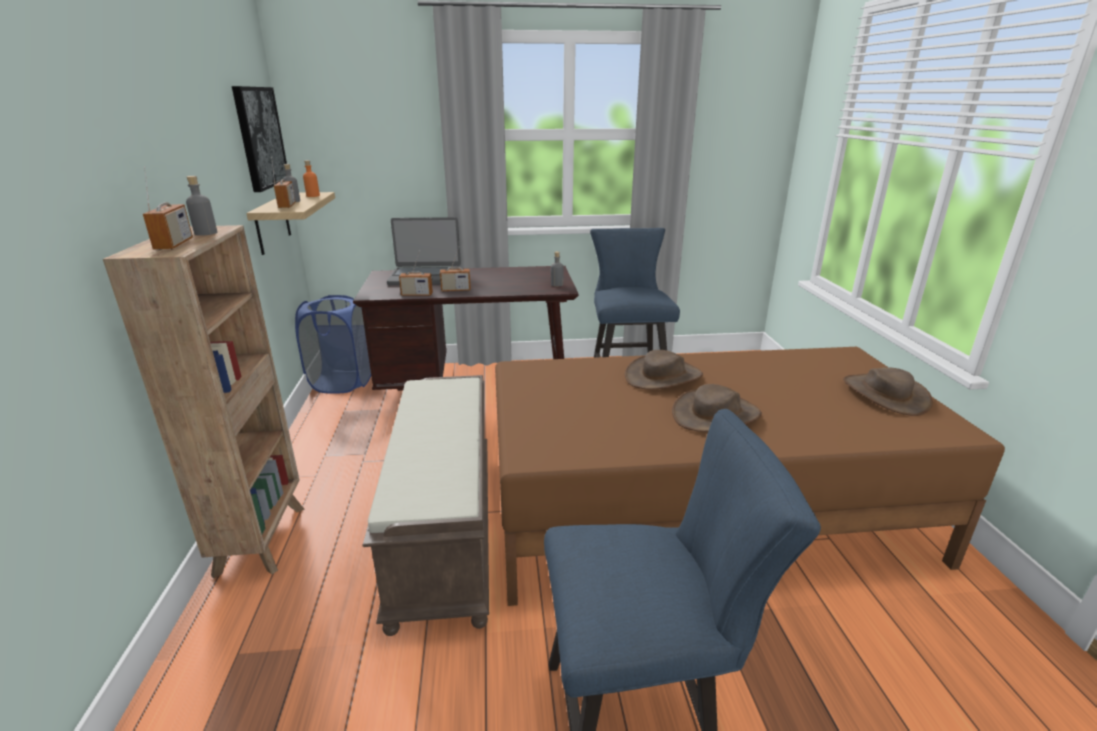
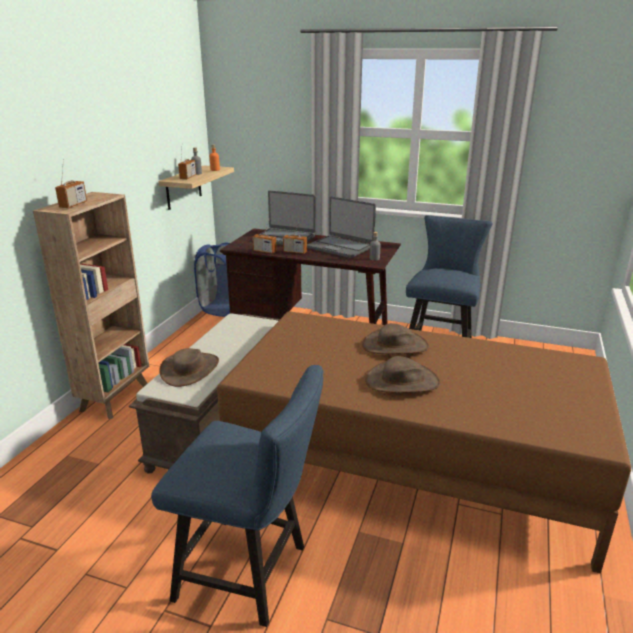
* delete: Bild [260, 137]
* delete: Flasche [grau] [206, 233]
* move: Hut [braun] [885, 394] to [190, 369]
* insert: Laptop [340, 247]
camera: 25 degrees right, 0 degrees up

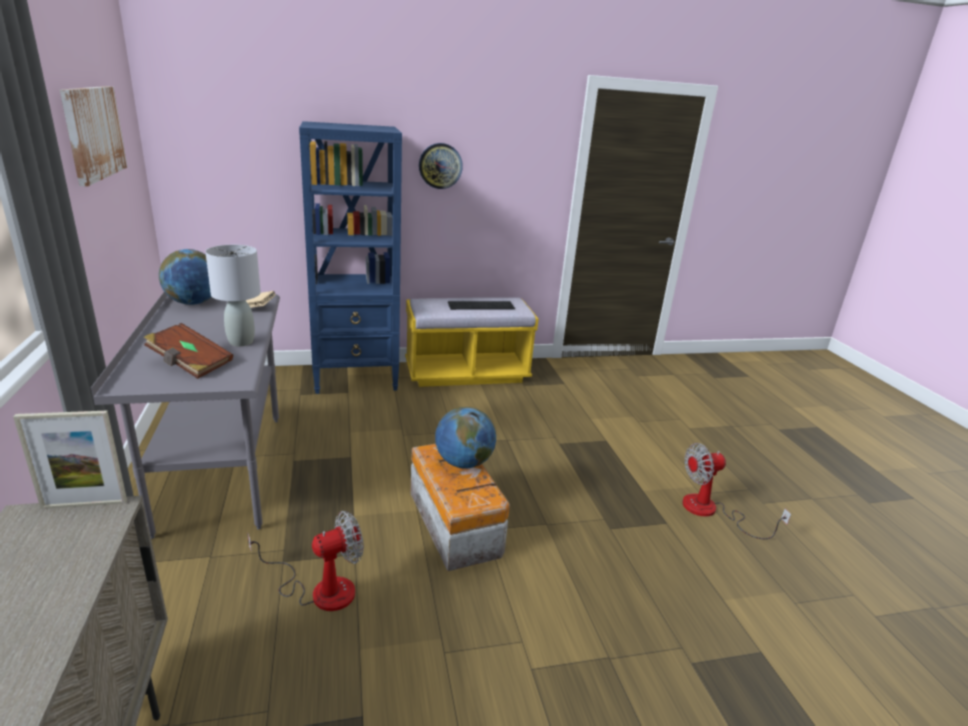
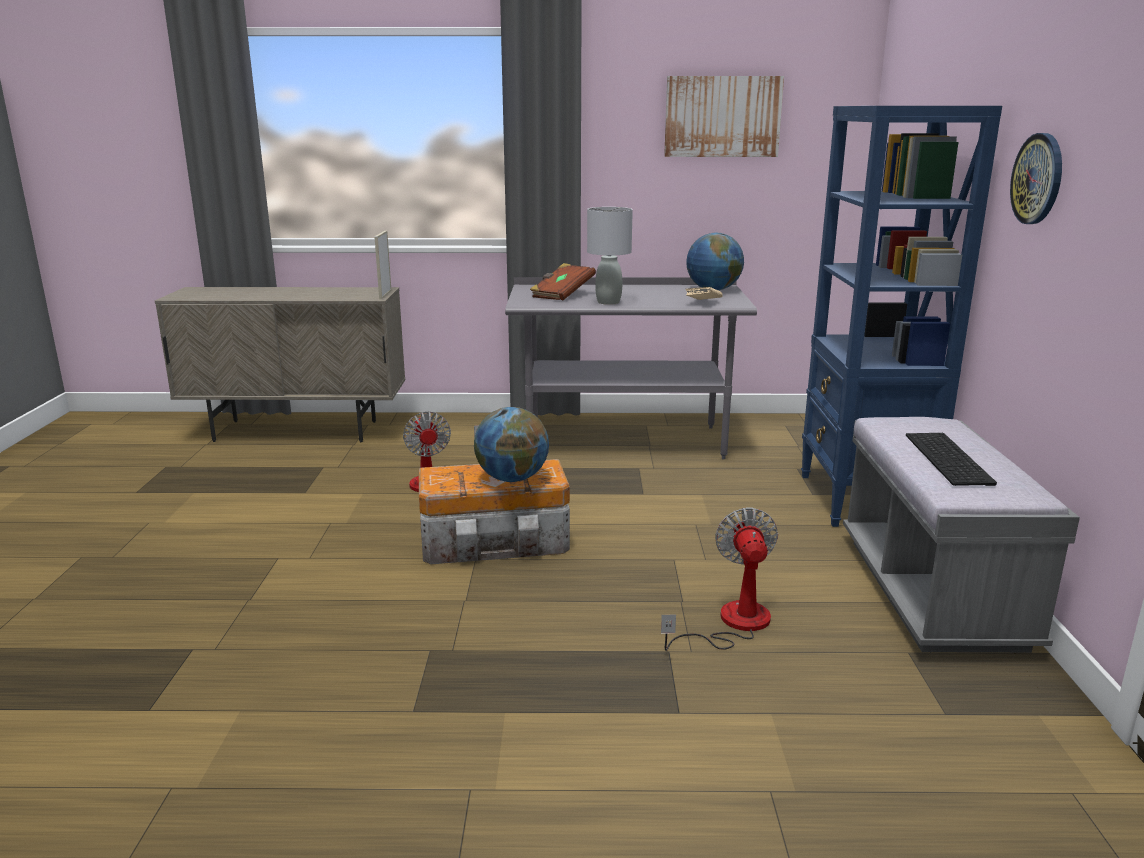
* recolor: Bank [gelb] [466, 373] to Bank [grau] [931, 592]
* move: Ventilator [711, 511] to [732, 624]
camera: 105 degrees right, 5 degrees down

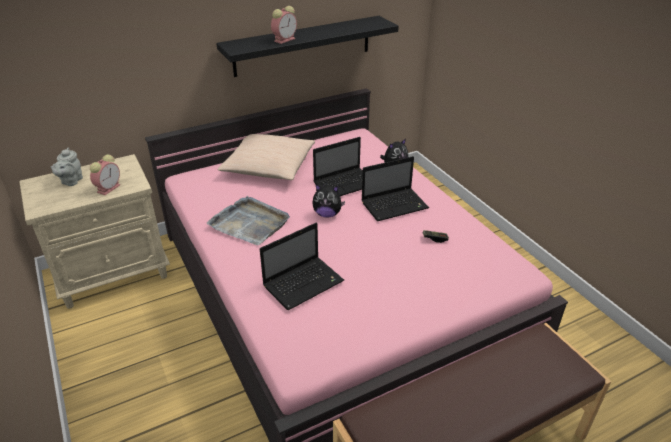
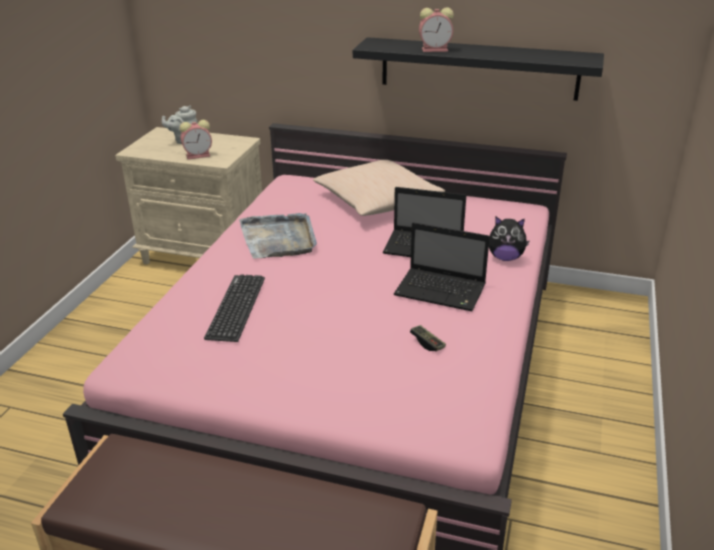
* delete: Plüschtier [327, 214]
* replace: Laptop [304, 283] to Tastatur [236, 308]
camera: 45 degrees right, 5 degrees down

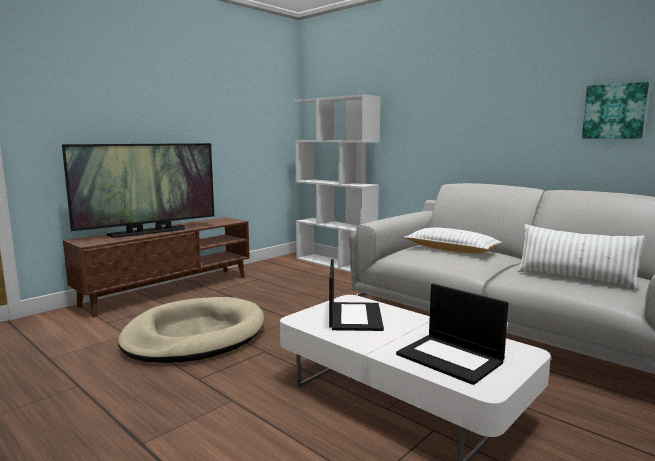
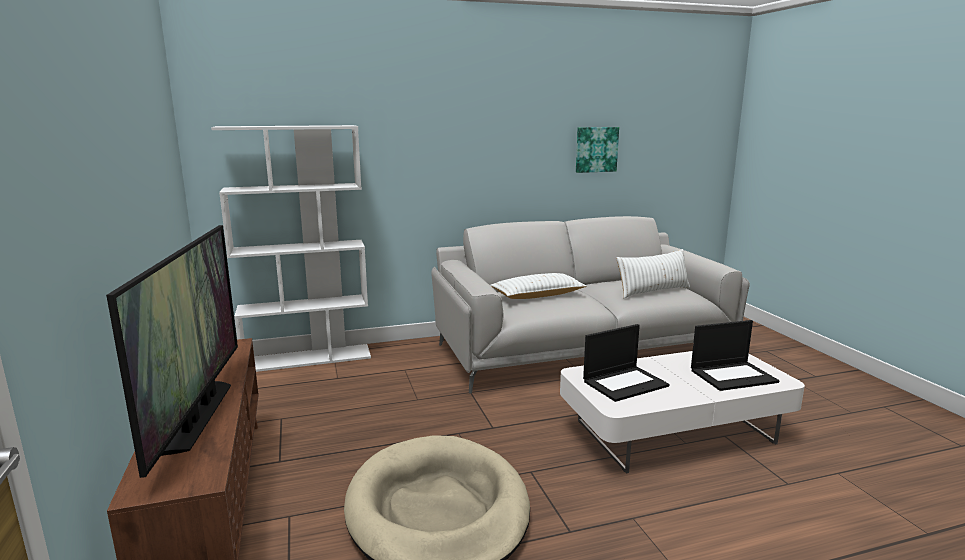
* rotate: Laptop [354, 316] = [625, 383] 120 degrees clockwise
camera: 60 degrees left, 5 degrees up

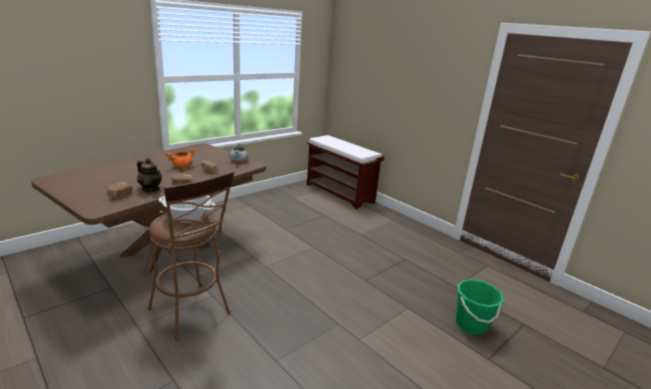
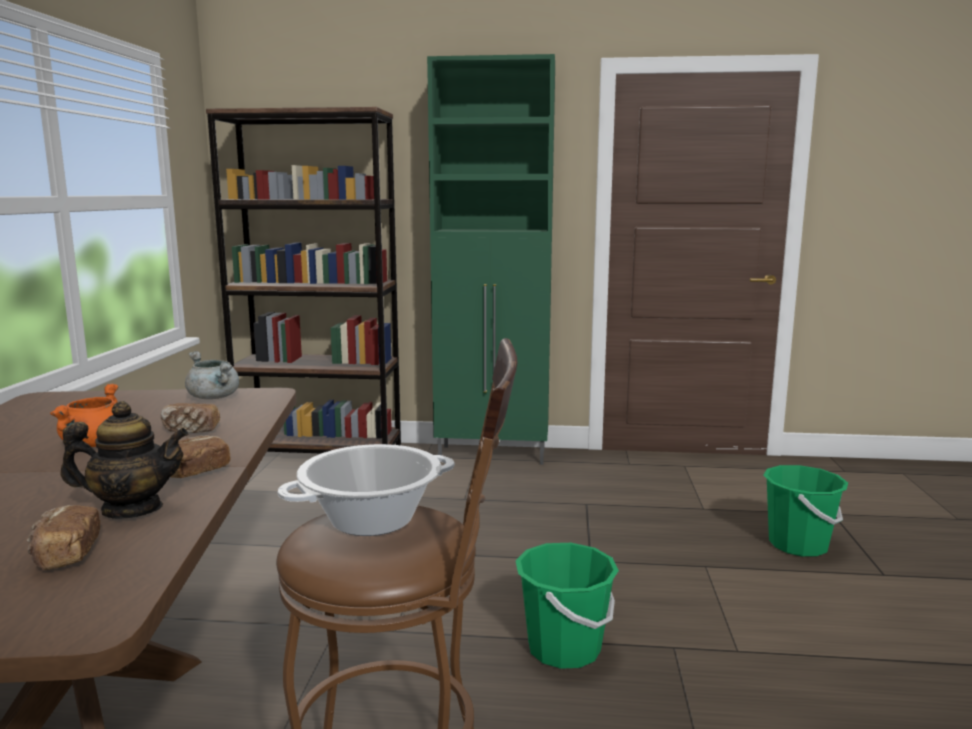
* replace: Bank [braun] [340, 193] to Bücherregal [braun] [321, 451]
* insert: Schrank [grün] [494, 455]
* insert: Eimer [grün] [564, 649]
camera: 40 degrees left, 10 degrees down

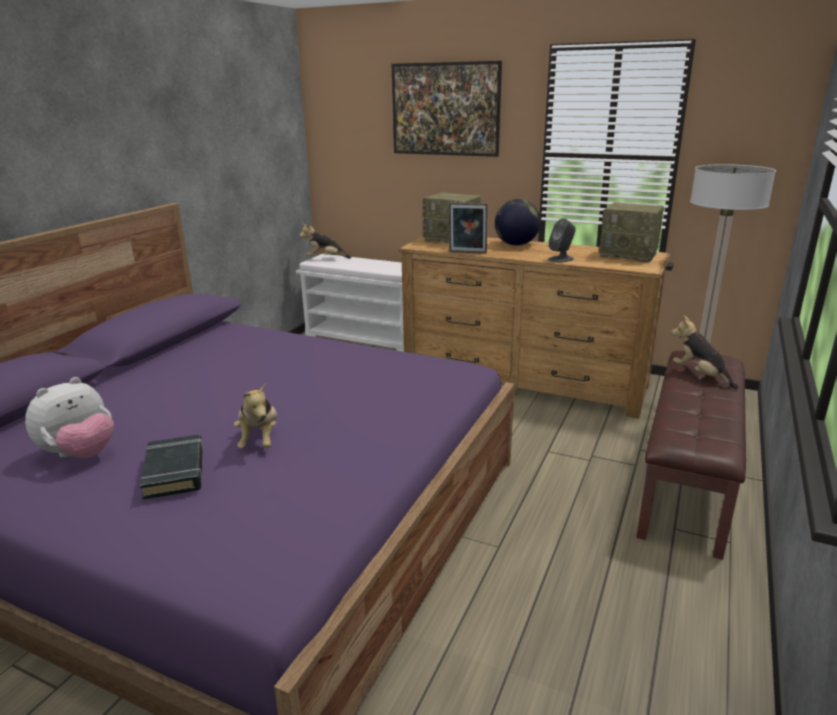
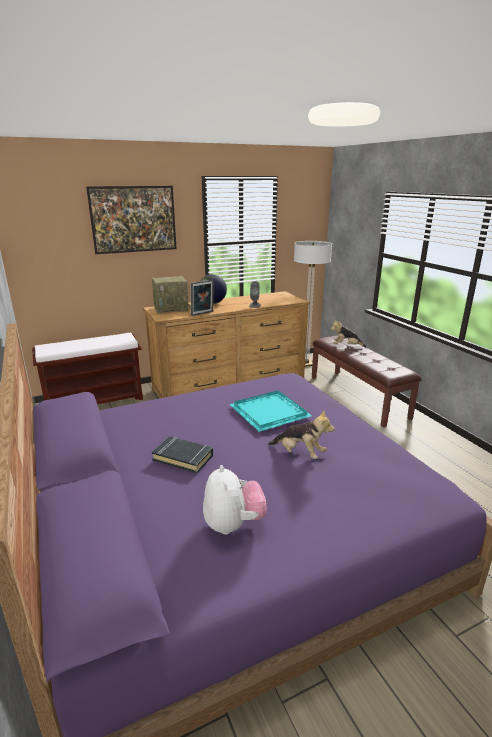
* delete: Radio [629, 255]
* delete: Plüschtier [325, 259]
* recolor: Bank [weiß] [365, 339] to Bank [braun] [96, 401]
* move: Buch [schwarz] [175, 471] to [183, 457]
* insert: Tablett [türkis] [271, 412]
camera: 50 degrees left, 0 degrees up

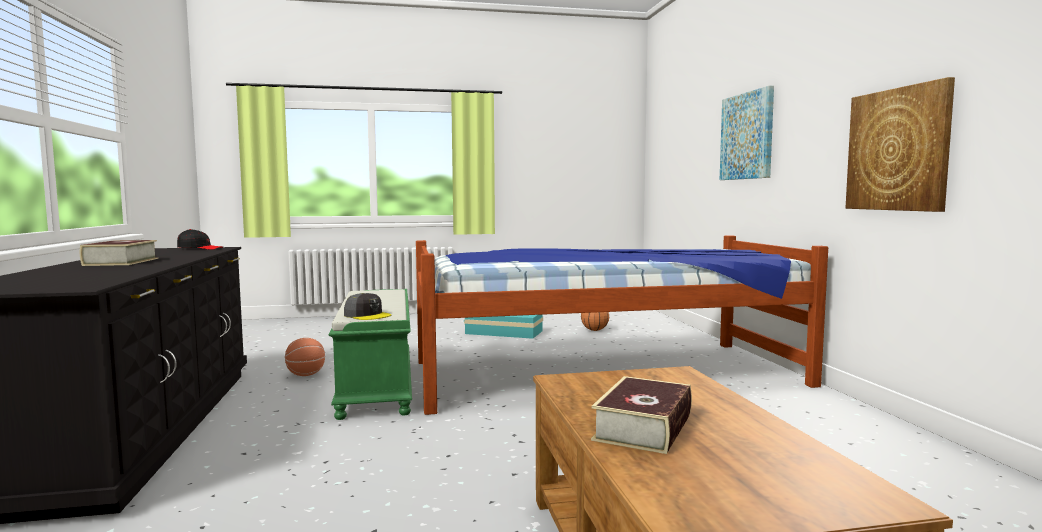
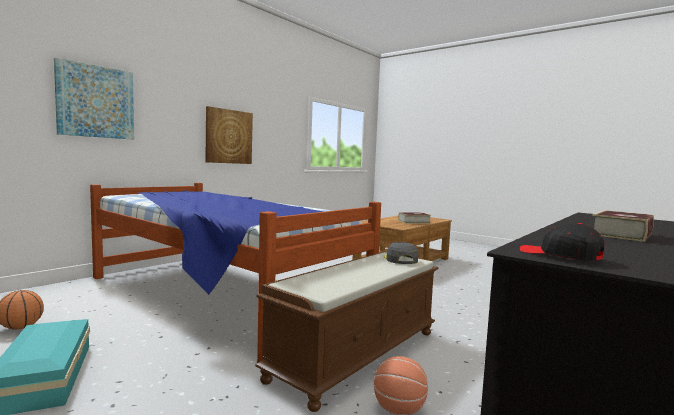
* recolor: Bank [grün] [378, 384] to Bank [braun] [356, 353]
camera: 130 degrees left, 0 degrees up

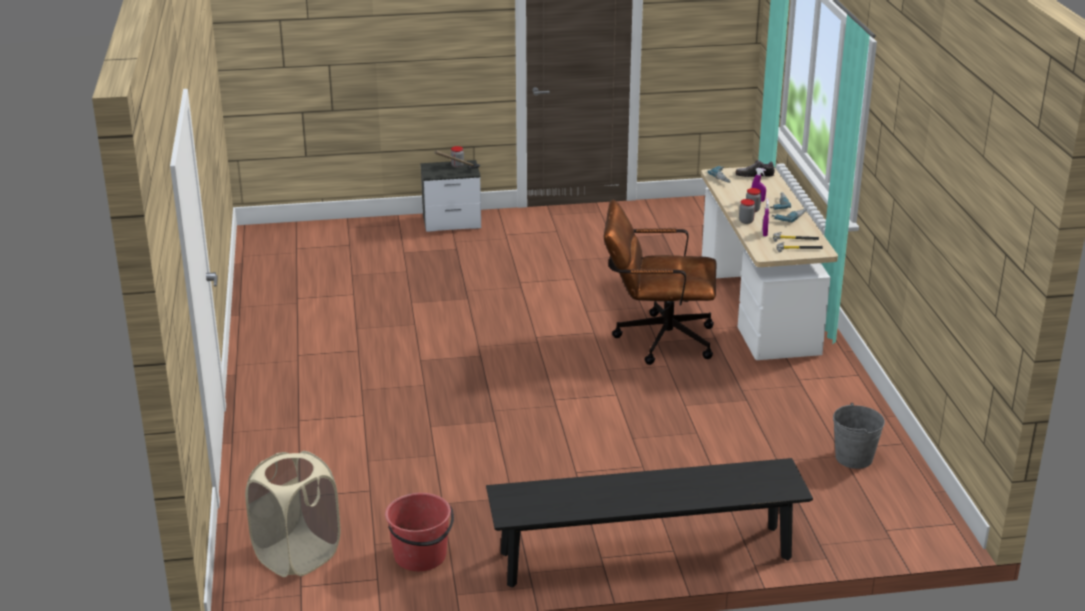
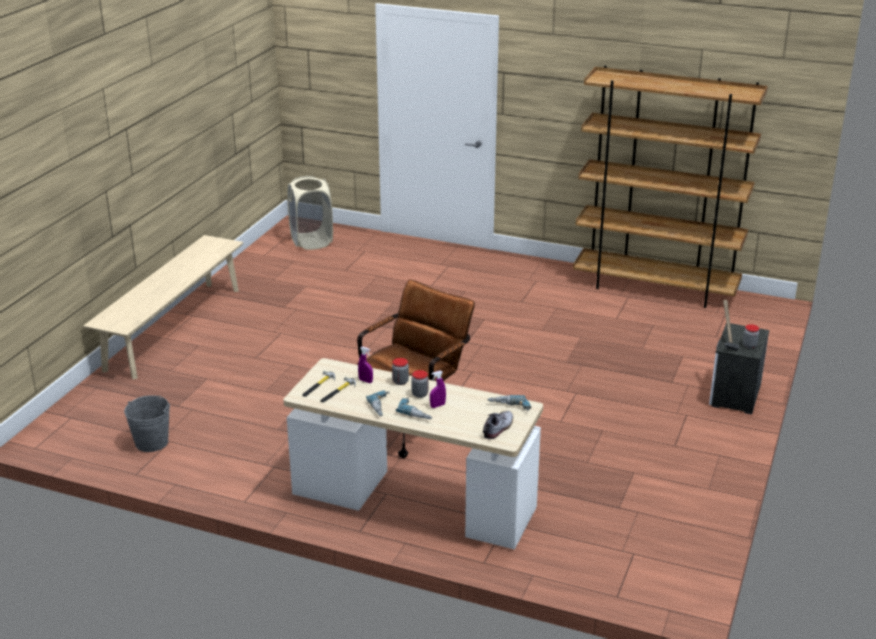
* recolor: Bank [schwarz] [645, 556] to Bank [beige] [174, 328]
* delete: Eimer [rot] [421, 556]
* insert: Bücherregal [braun] [655, 288]
camera: 120 degrees right, 0 degrees up

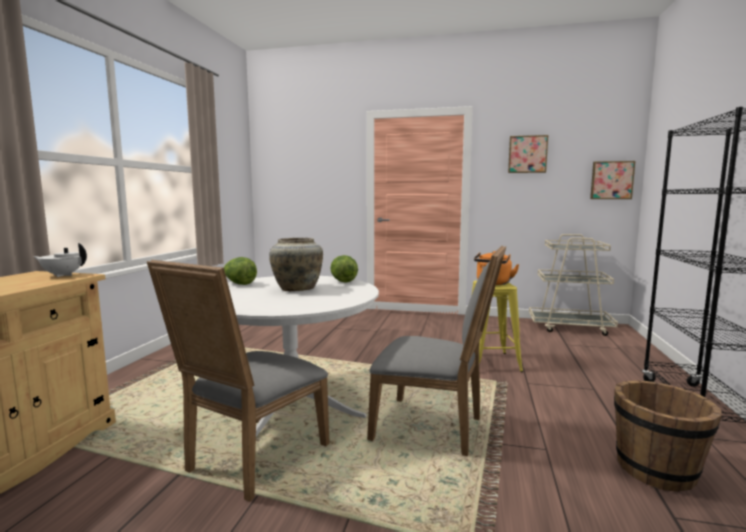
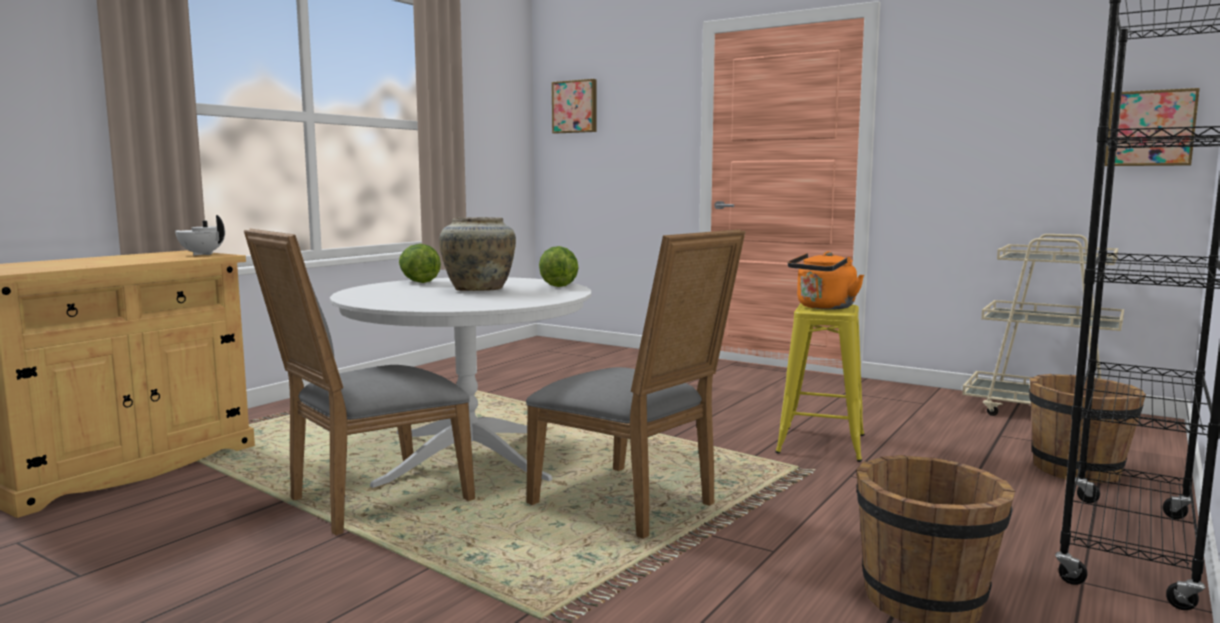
* move: Bild [527, 154] to [575, 107]
* insert: Eimer [braun] [1077, 470]
camera: 20 degrees right, 0 degrees up

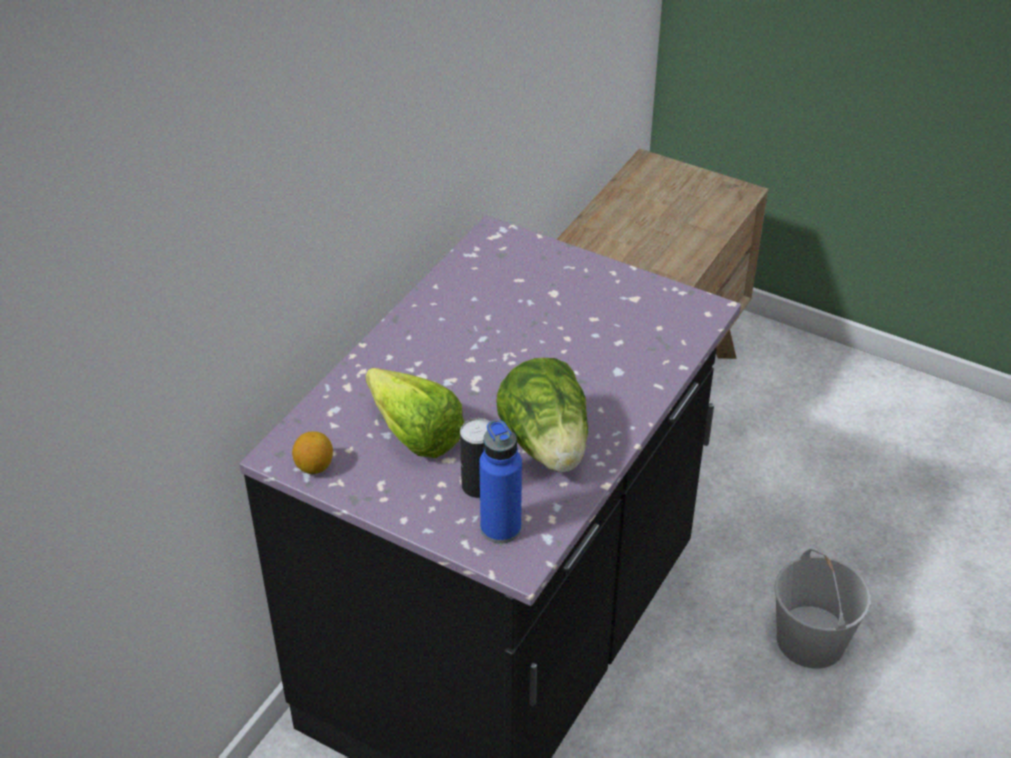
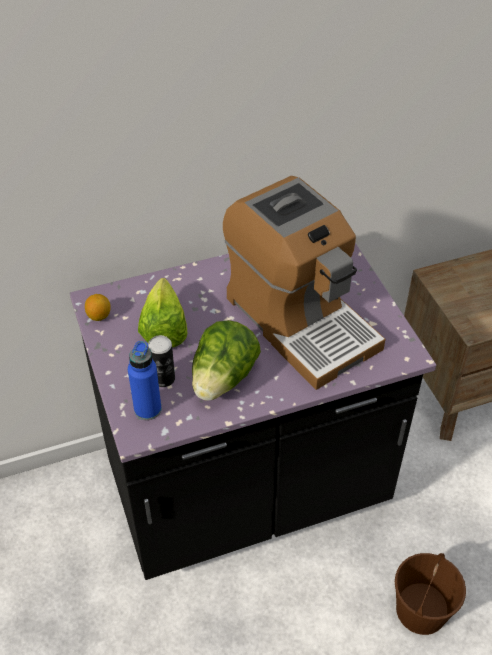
* recolor: Eimer [weiß] [809, 639] to Eimer [braun] [421, 609]
* insert: Kaffeemaschine [300, 321]
camera: 40 degrees right, 5 degrees up

